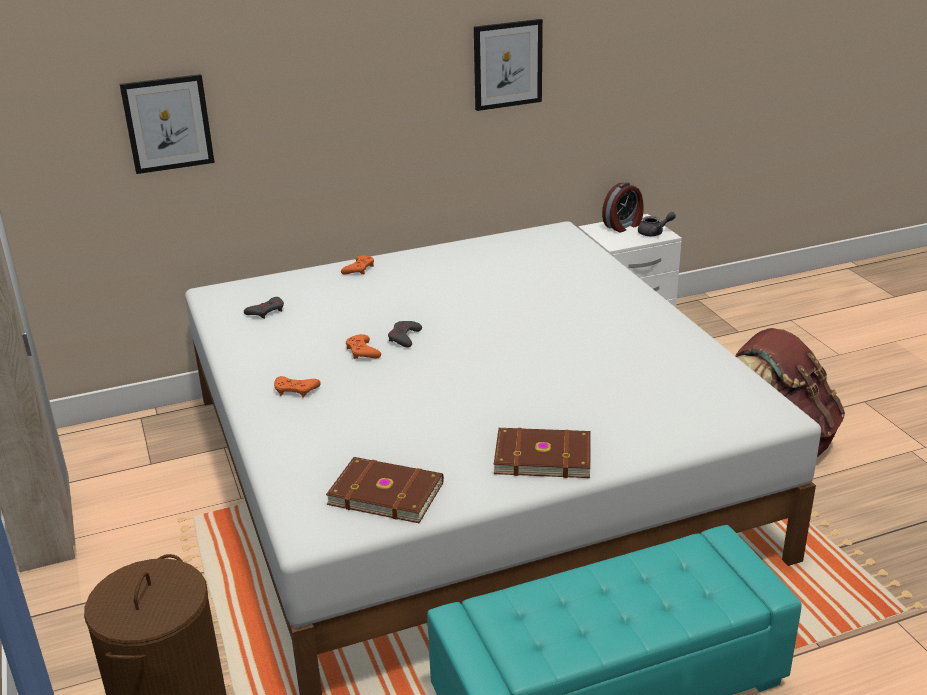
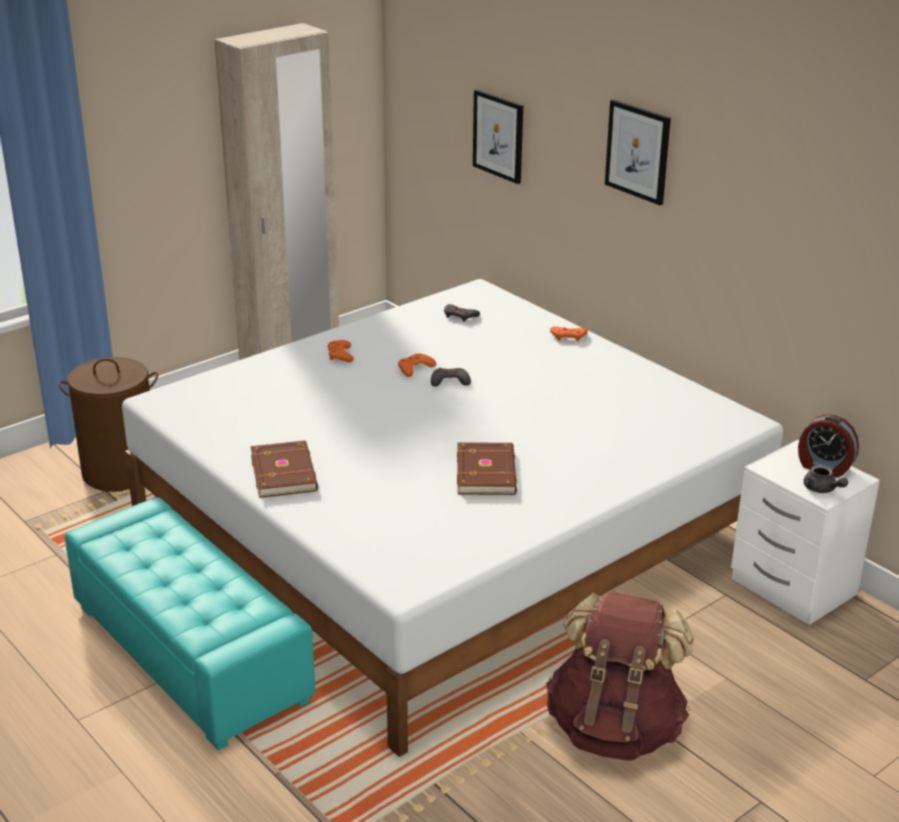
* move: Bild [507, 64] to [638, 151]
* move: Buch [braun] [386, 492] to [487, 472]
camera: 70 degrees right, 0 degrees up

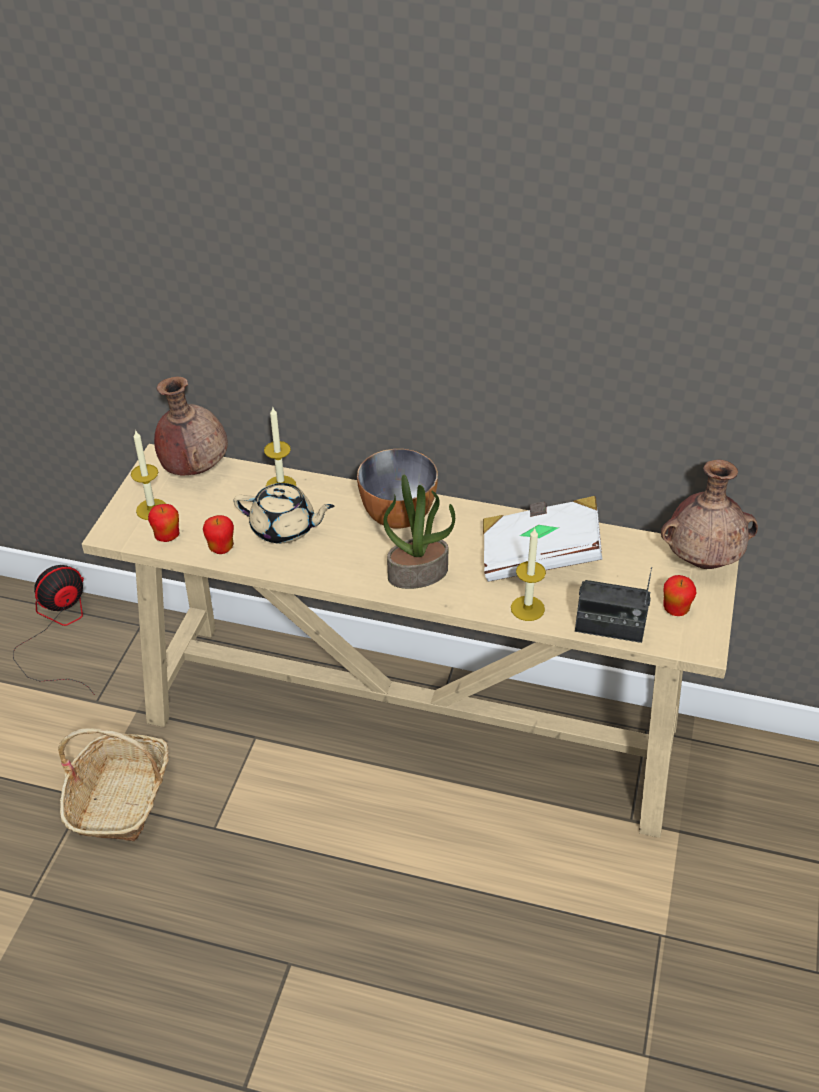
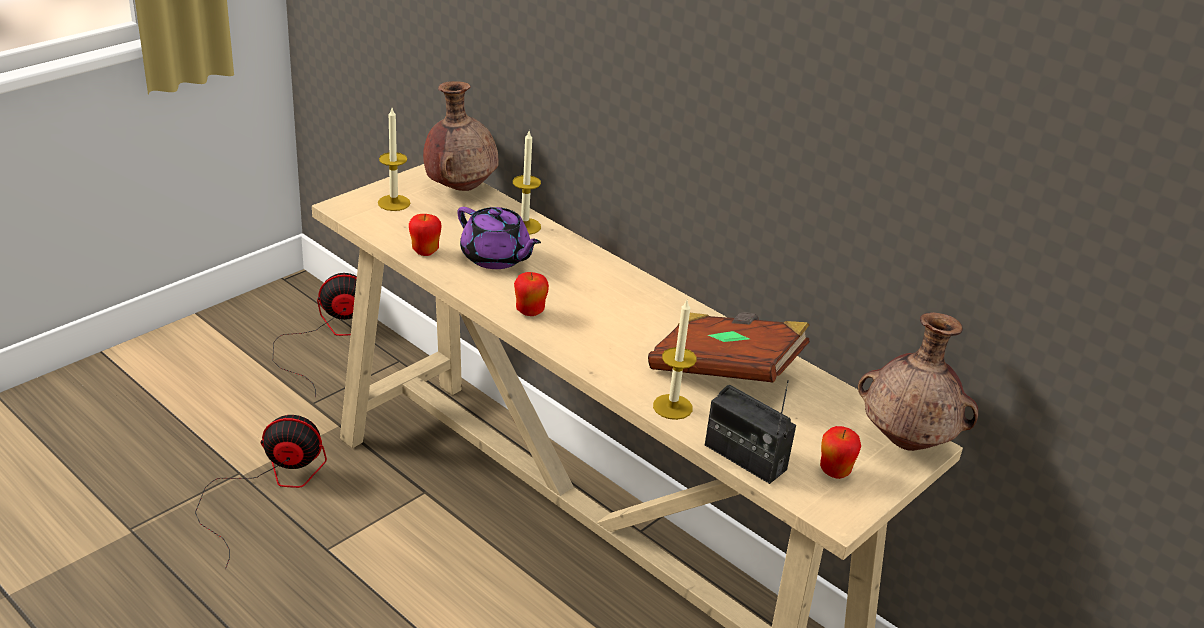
* delete: Schüssel [397, 516]
* delete: Topfpflanze [418, 572]
* recolor: Teekanne [beige] [284, 528] to Teekanne [lila] [496, 258]
* recolor: Buch [weiß] [539, 556] to Buch [braun] [725, 370]
* move: Apfel [167, 537] to [530, 312]
* replace: Korb [121, 798] to Ventilator [268, 487]
camera: 25 degrees right, 10 degrees down

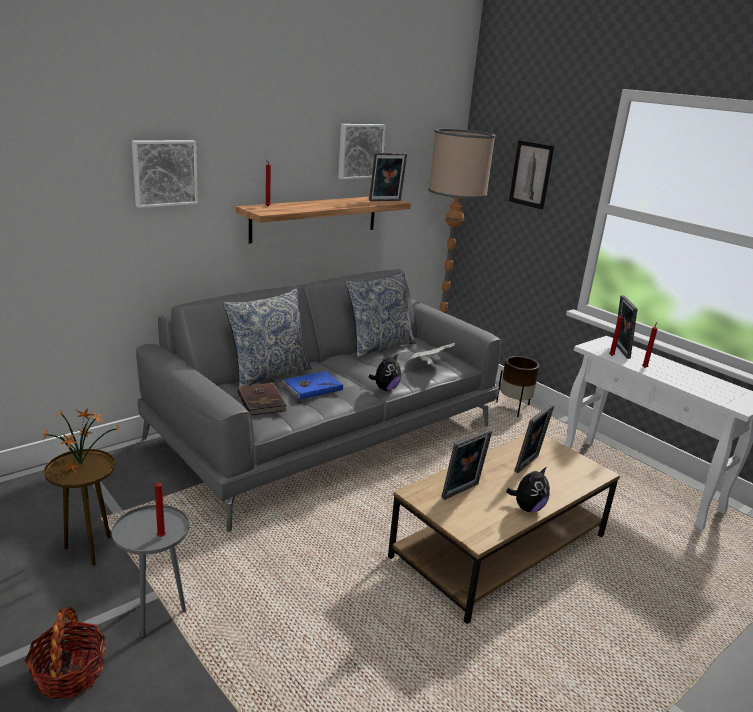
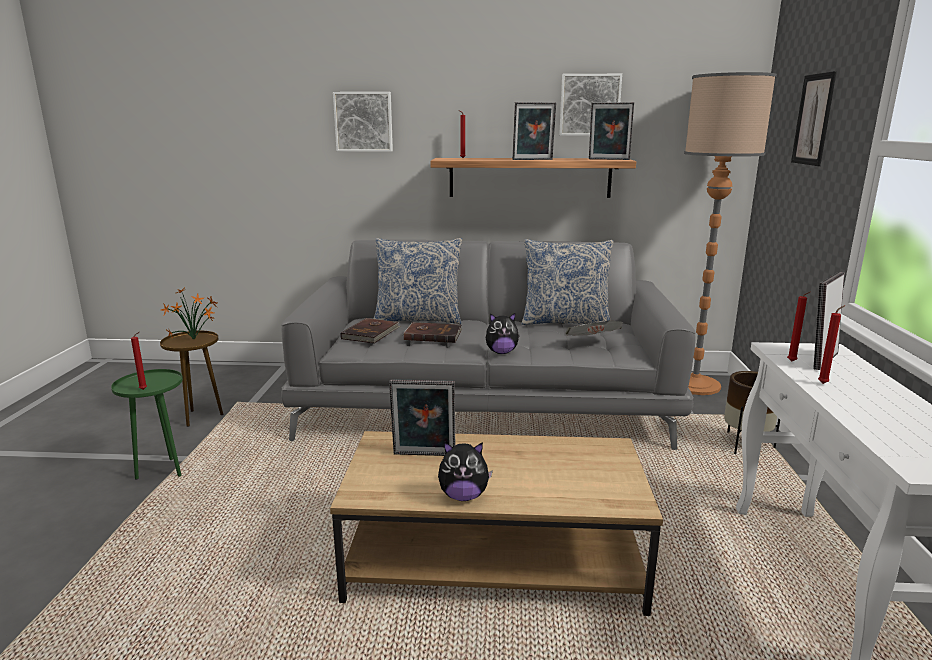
* recolor: Buch [blau] [312, 387] to Buch [braun] [432, 335]
* move: Bilderrahmen [529, 464] to [533, 159]
* recolor: Beistelltisch [grau] [157, 616] to Beistelltisch [grün] [163, 471]
* delete: Korb [69, 673]
camera: 45 degrees right, 5 degrees down

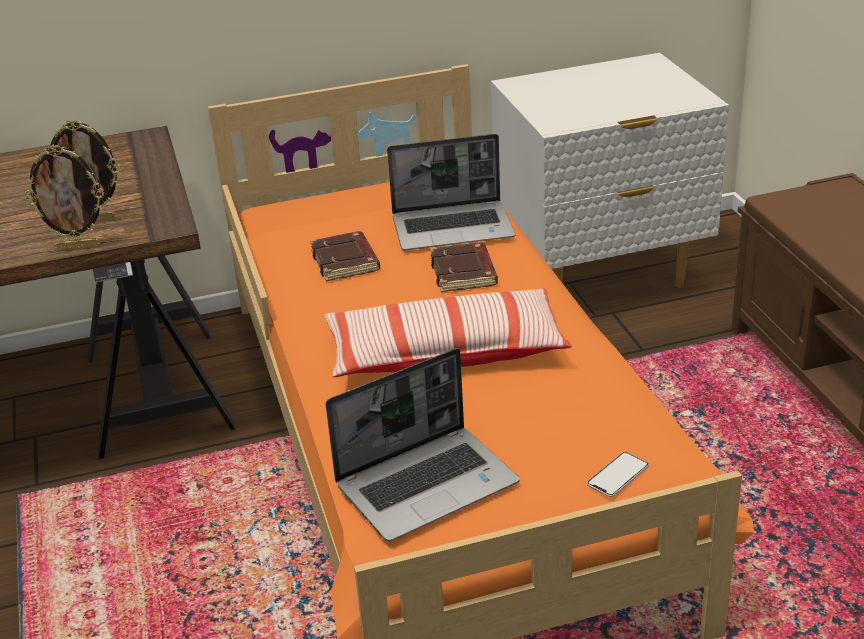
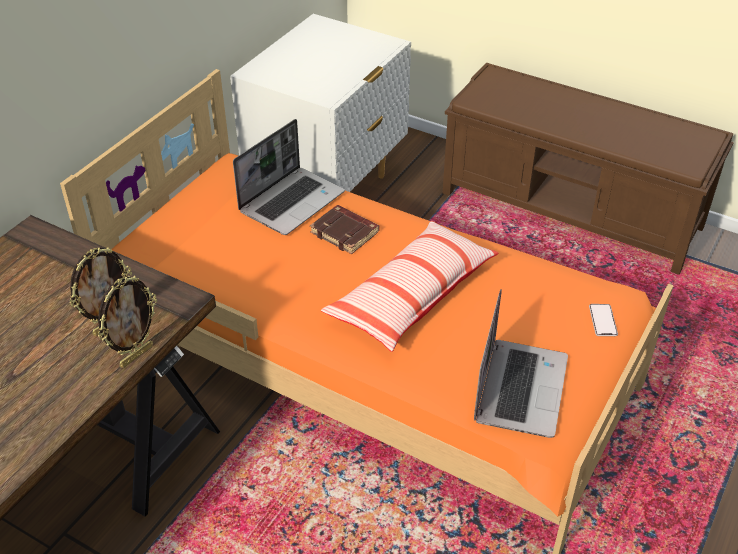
* delete: Buch [braun] [346, 262]
camera: 45 degrees left, 10 degrees up

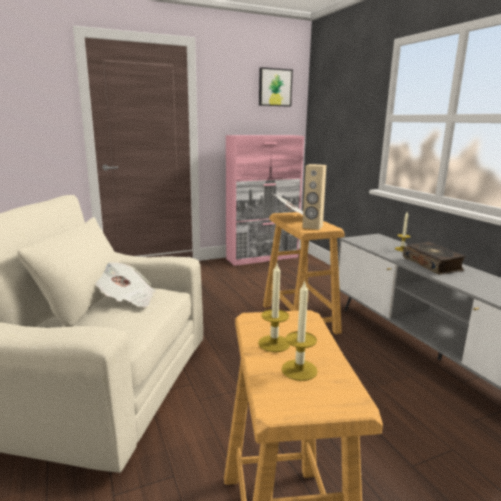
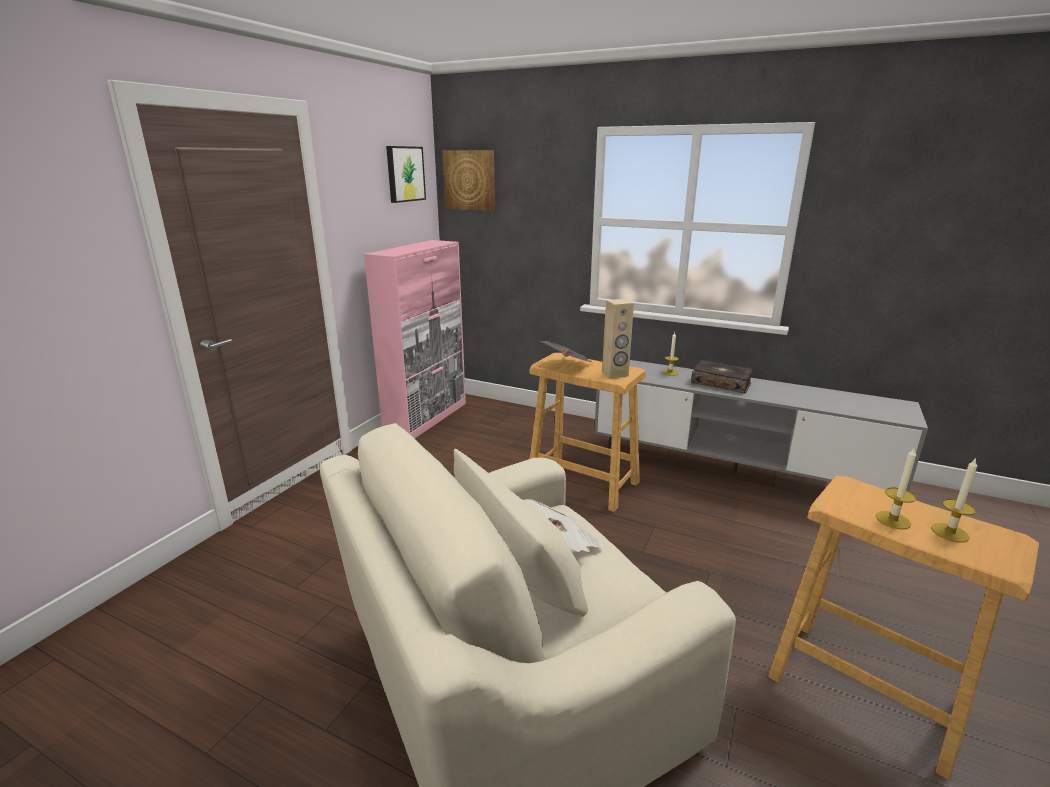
* insert: Bild [470, 180]
camera: 40 degrees left, 5 degrees up

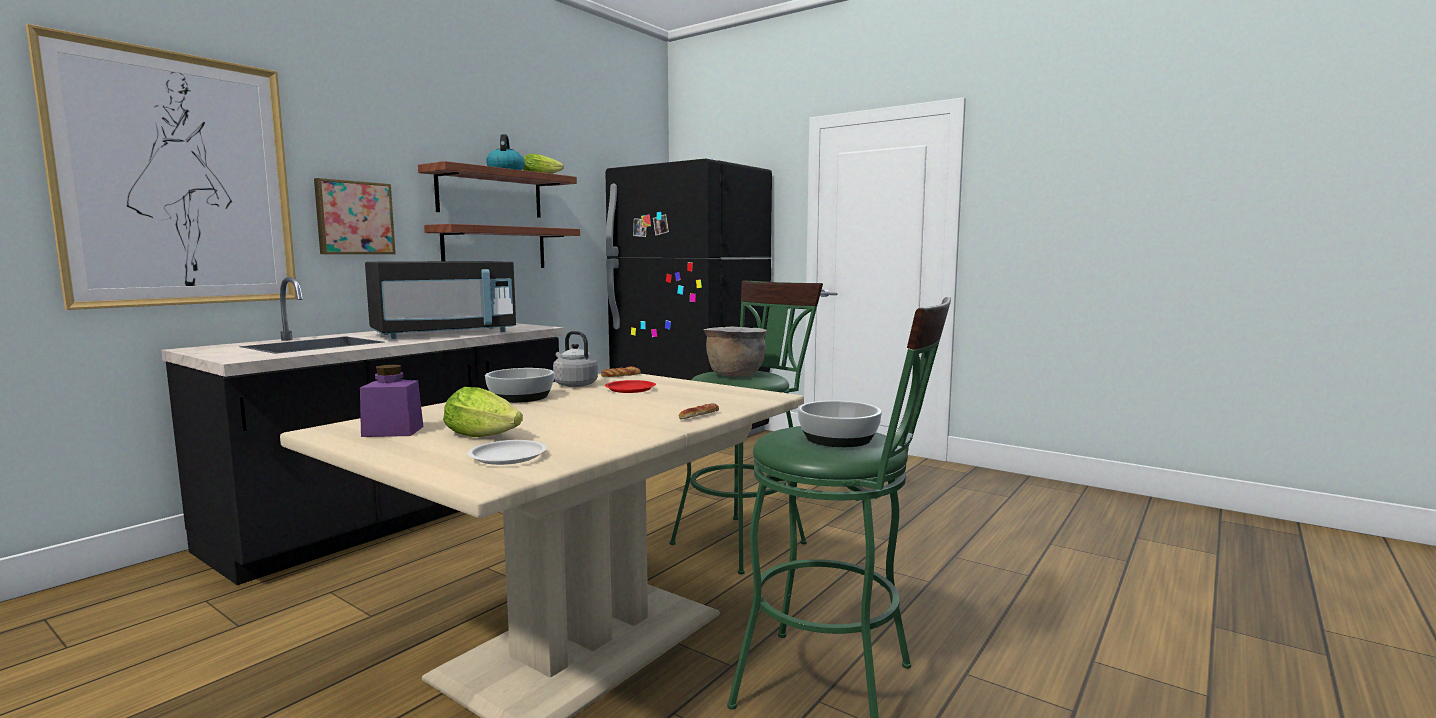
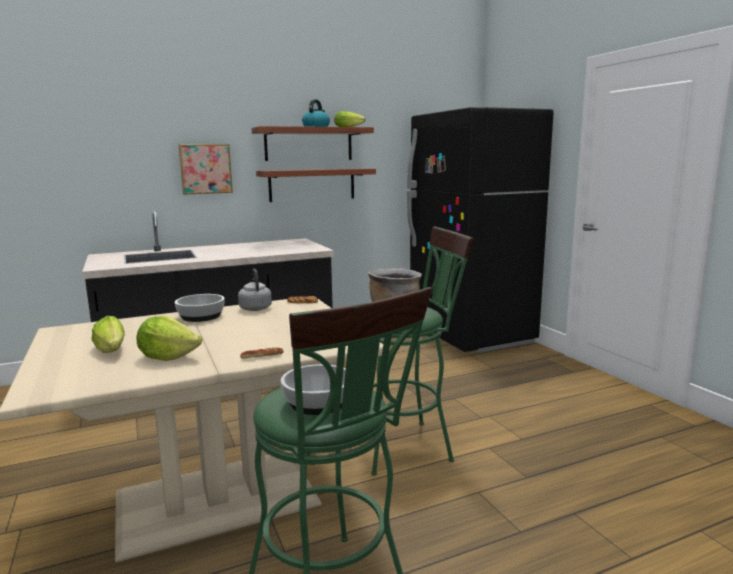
* delete: Bild [178, 180]
* delete: Mikrowelle [schwarz] [444, 334]
* delete: Vorratsglas [lila] [393, 431]
* delete: Teller [rot] [630, 389]
* delete: Teller [weiß] [508, 457]
* insert: Salatkopf [168, 357]
camera: 30 degrees right, 5 degrees up

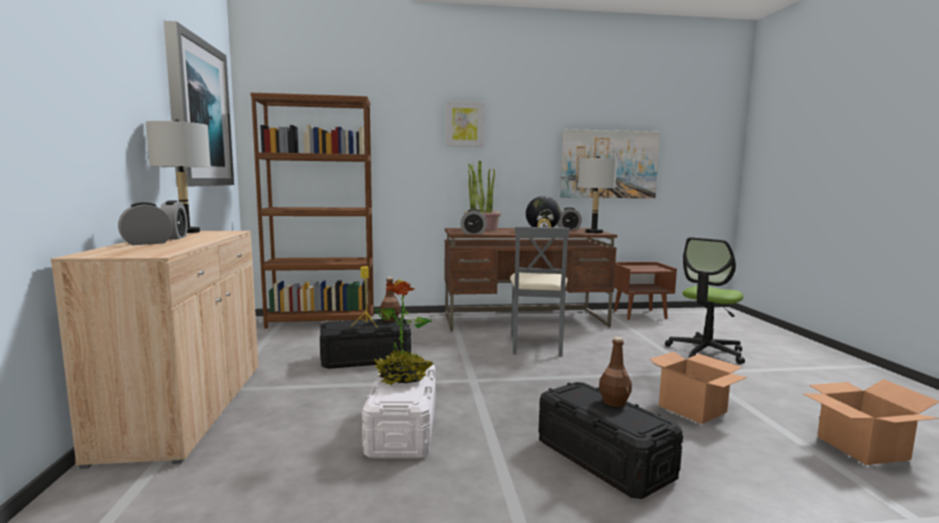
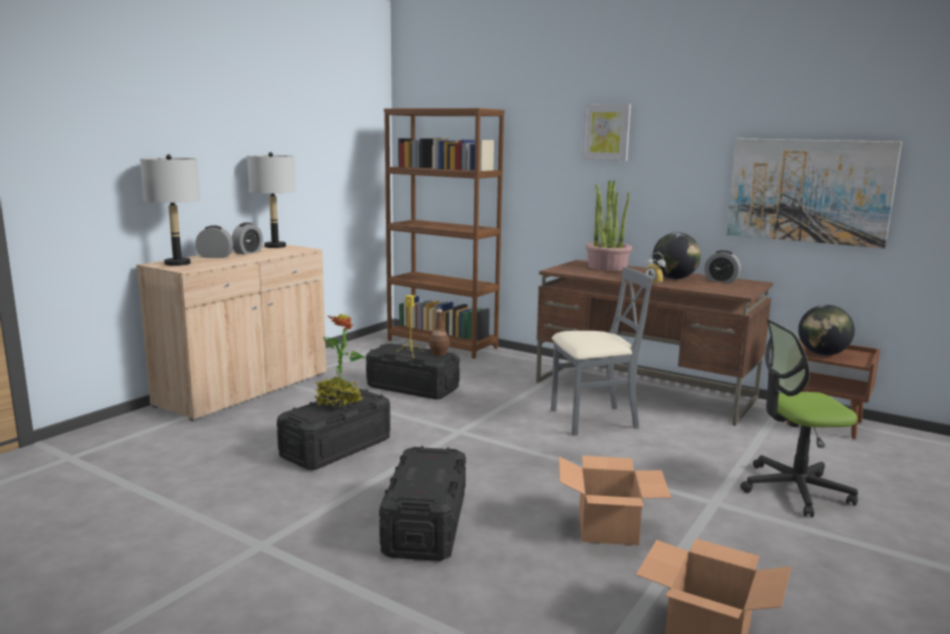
* delete: Bild [198, 114]
* move: Tischlampe [grau] [593, 232] to [177, 263]
* delete: Wecker [473, 233]
* rotate: Stuhl [grau] [536, 345] = [593, 420] 150 degrees counterclockwise
* delete: Flasche [braun] [614, 402]
* recolor: Aufbewahrungsbox [weiß] [403, 428] to Aufbewahrungsbox [schwarz] [337, 447]
* insert: Globus [822, 354]
camera: 40 degrees right, 5 degrees up

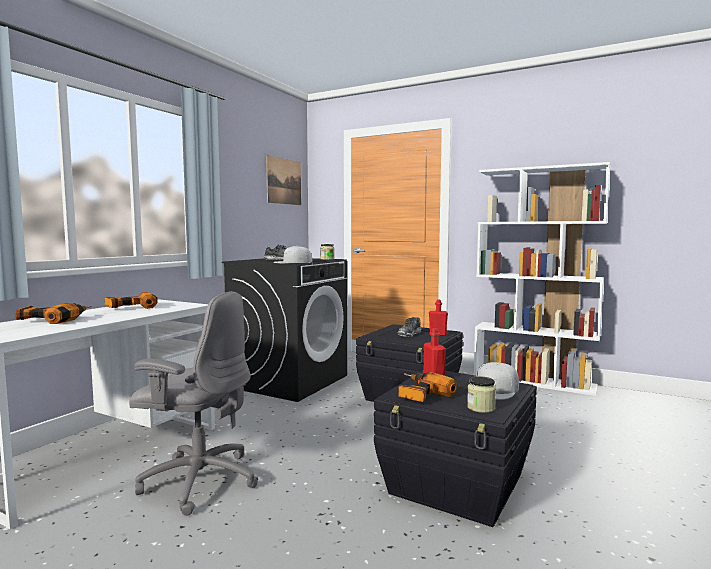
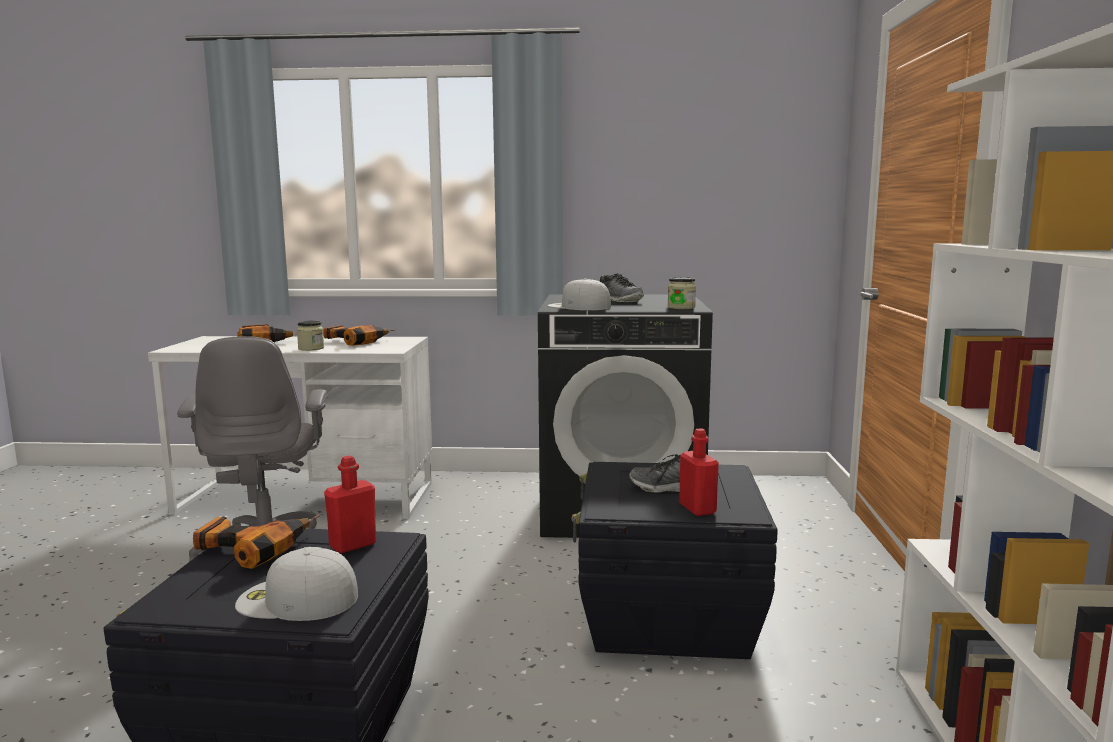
* delete: Bild [284, 181]
* move: Vorratsglas [481, 408] to [311, 348]
camera: 65 degrees right, 5 degrees up

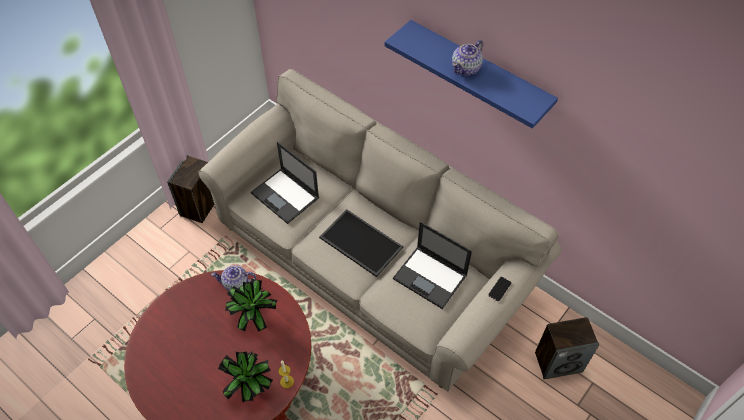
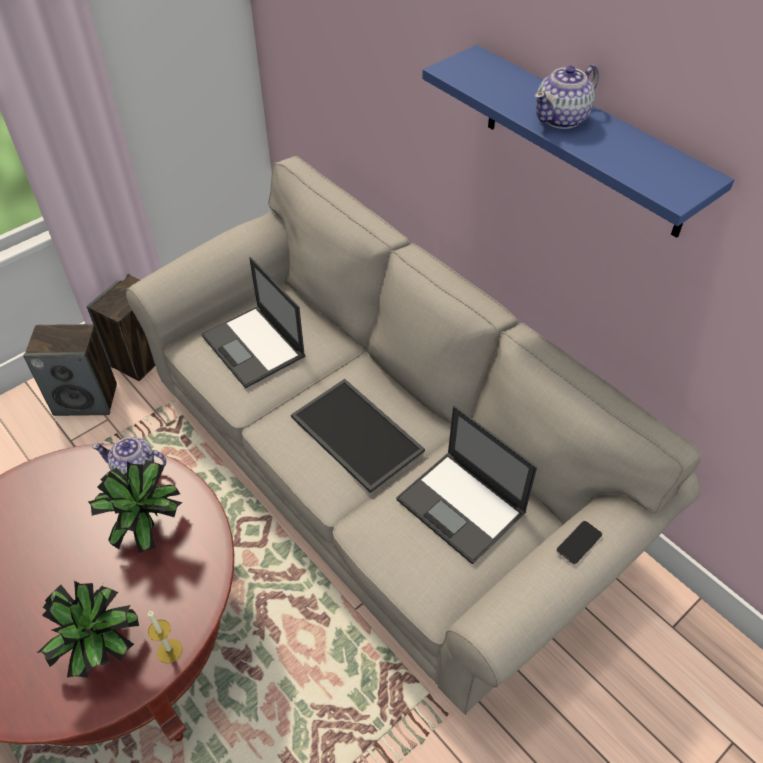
* move: Lautsprecher [558, 362] to [86, 399]
camera: 10 degrees right, 5 degrees down

